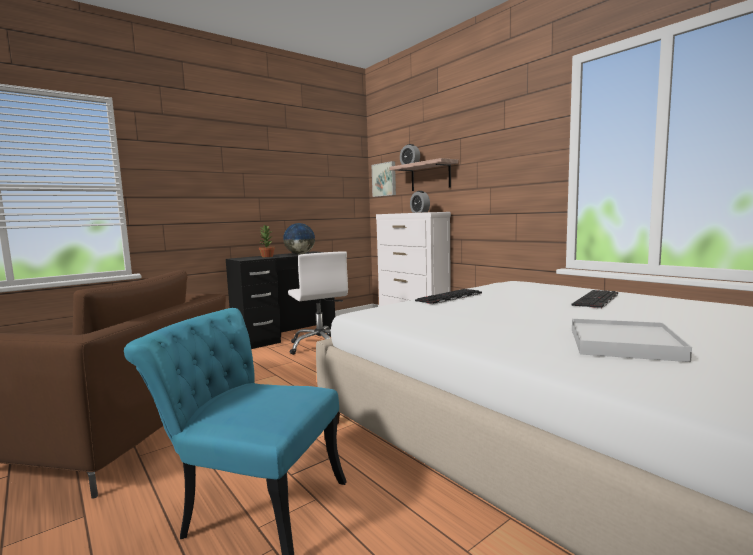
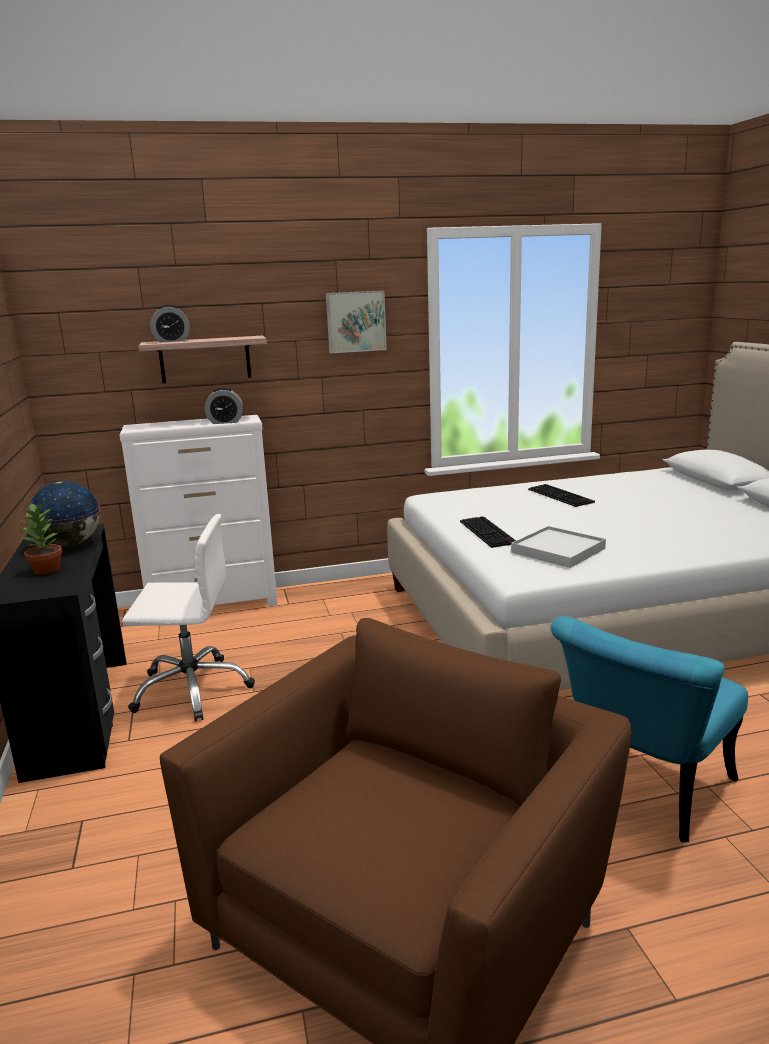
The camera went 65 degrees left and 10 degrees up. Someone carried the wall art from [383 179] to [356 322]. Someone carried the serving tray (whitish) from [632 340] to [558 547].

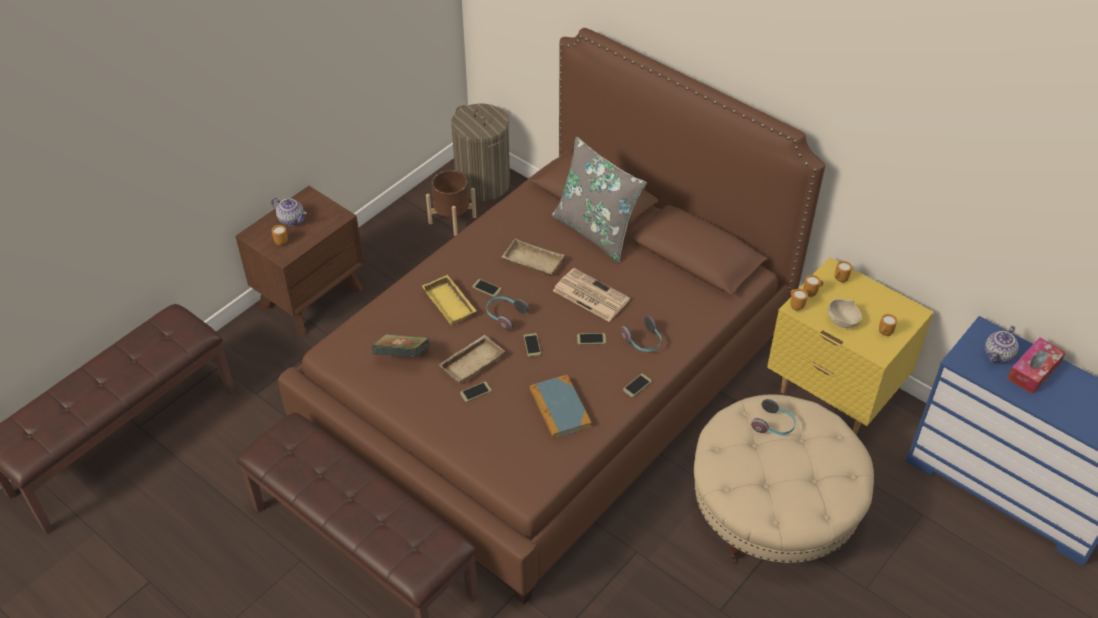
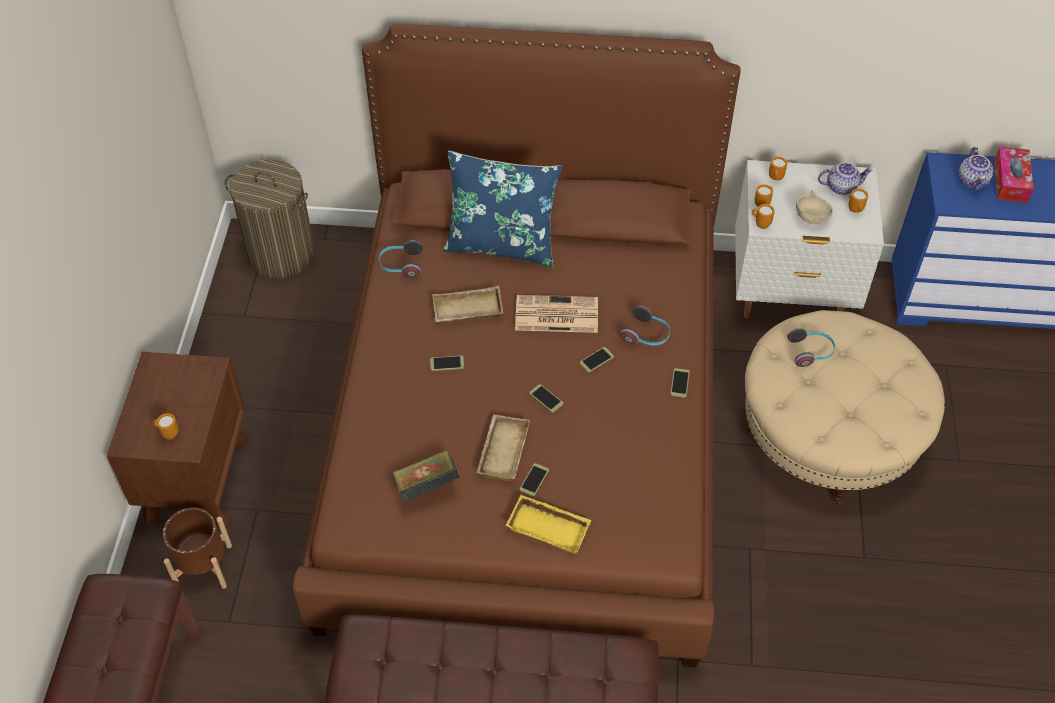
The camera went 35 degrees left and 5 degrees up. Someone carried the planter (brownish) from [451 203] to [197 548]. Someone carried the headphones from [508 313] to [401 259]. Someone repainted the cushion (grey) at [599 200], which became the cushion (bluish) at [503 209]. Someone carried the serving tray (yellow-coloured) from [449 300] to [548 524]. Someone repainted the nightstand (yellow-coloured) at [850 346], which became the nightstand (whitish) at [809 239]. Someone carried the tea pot from [289 212] to [845 178]. Someone took away the book at [561 407].

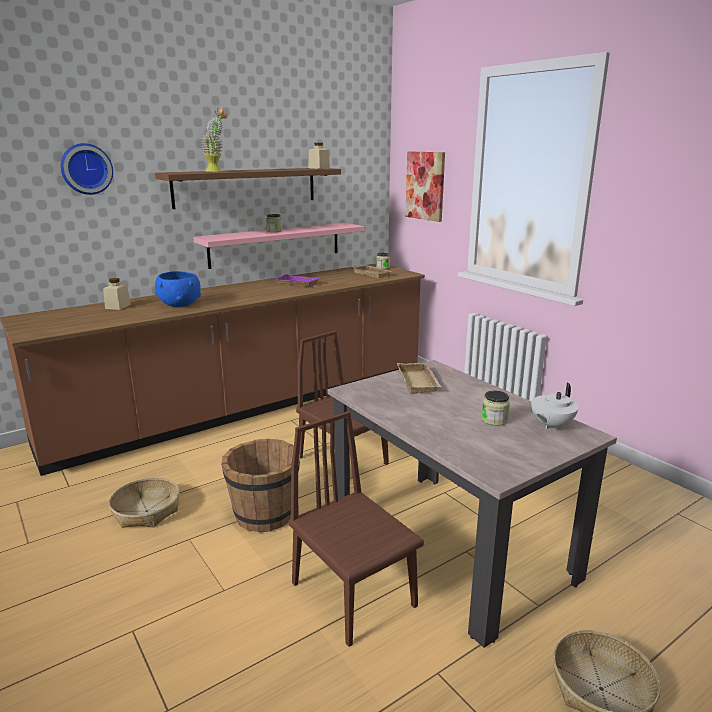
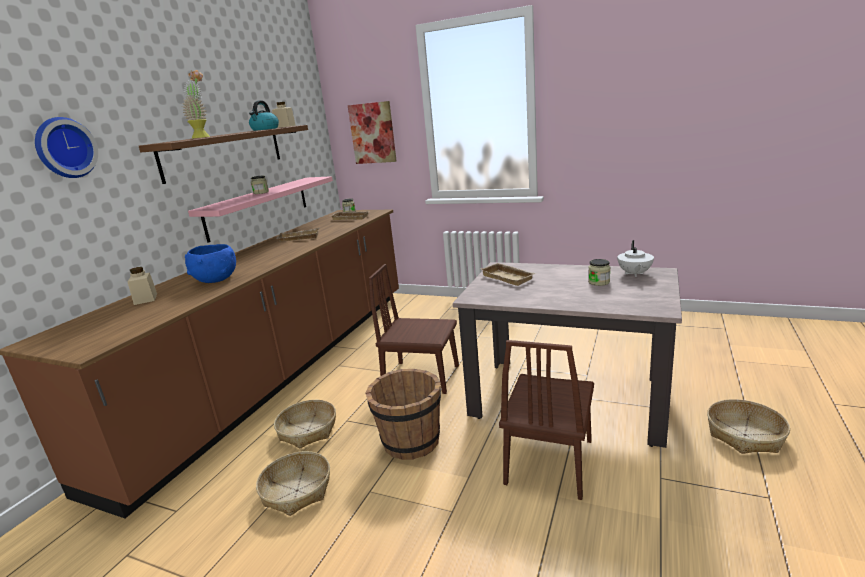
The camera went 30 degrees left and 0 degrees up. Someone put down the kettle at [264 115]. Someone put down the storage basket at [305 424]. Someone repainted the serving tray (purplish) at [298 280], which became the serving tray (beige) at [298 234]. Someone rotated the plain chair (brownish) at [356 529] by 90 degrees counterclockwise.

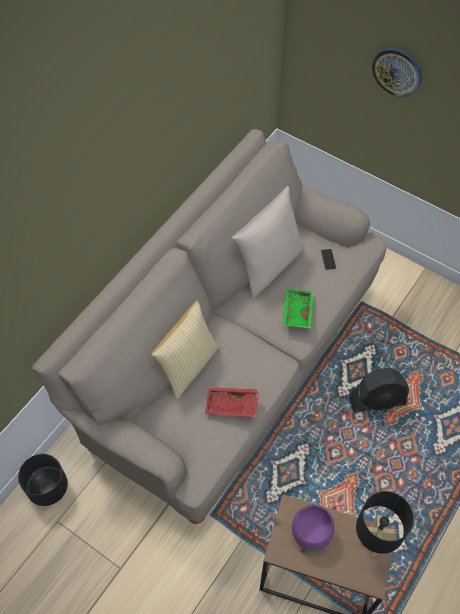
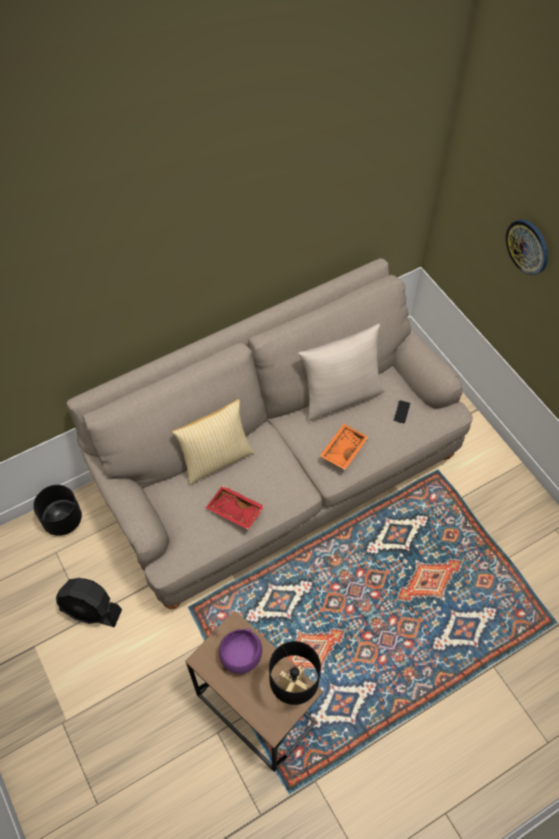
The camera went 25 degrees right and 0 degrees up. Someone carried the fan (blackish) from [379 390] to [89 602]. Someone repainted the serving tray (green) at [298 308], which became the serving tray (orange-coloured) at [344 447].

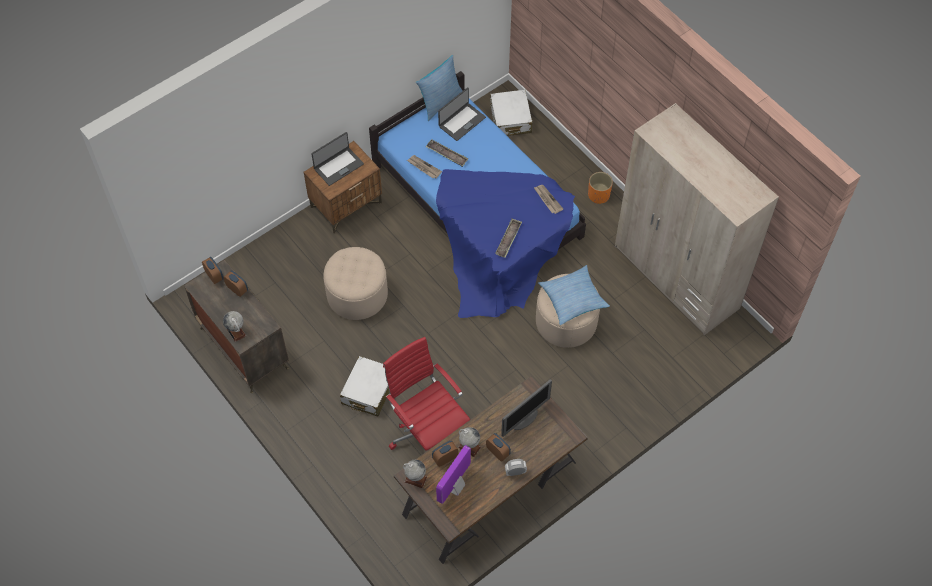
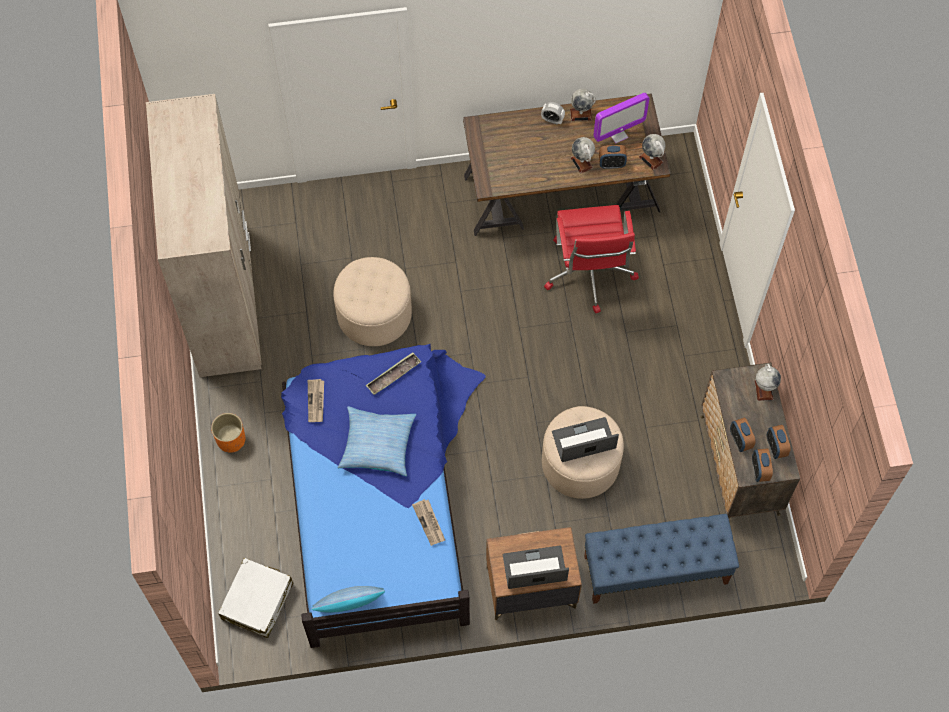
The camera went 150 degrees left and 5 degrees up. Someone carried the cushion from [574 295] to [377 441]. Someone carried the portable computer from [462 114] to [585 439]. Someone put down the desk globe at [583 105]. Someone put down the long seat (bluish) at [661 559]. Someone carried the bedside clock from [498 447] to [779 442]. Someone took away the travel case (whitish) at [364 386]. Someone took away the serving tray at [447 153]. Someone took away the computer display at [526 408].

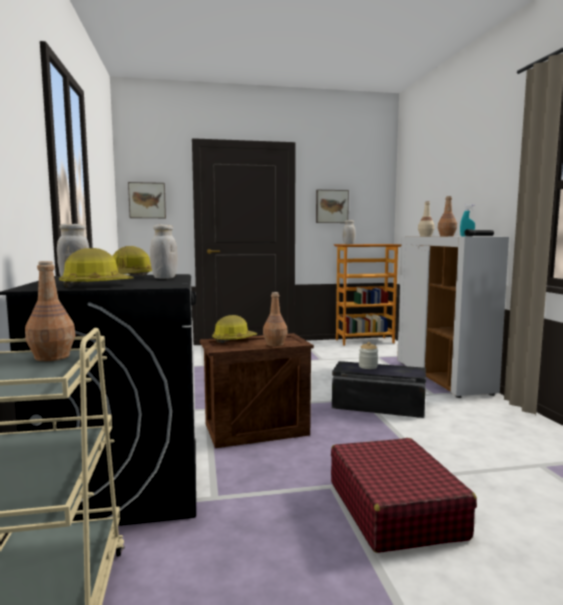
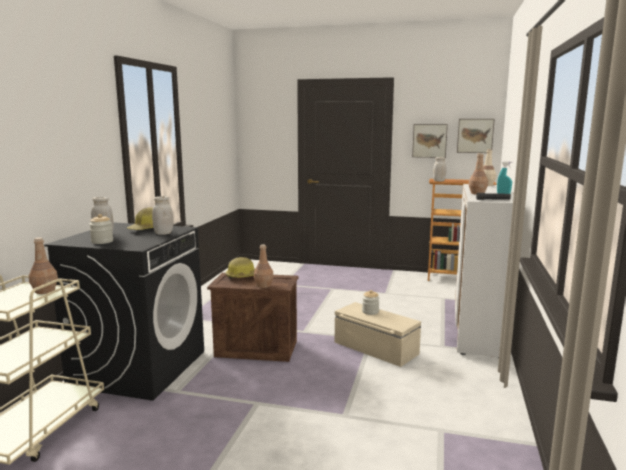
The camera went 25 degrees right and 5 degrees up. Someone swapped the safety helmet at [96 268] for the preserve jar at [101 229]. Someone repainted the storage box (blackish) at [379 389], which became the storage box (beige) at [378 334]. Someone carried the wall art from [147 200] to [476 136]. Someone took away the travel case (reddish) at [404 495].

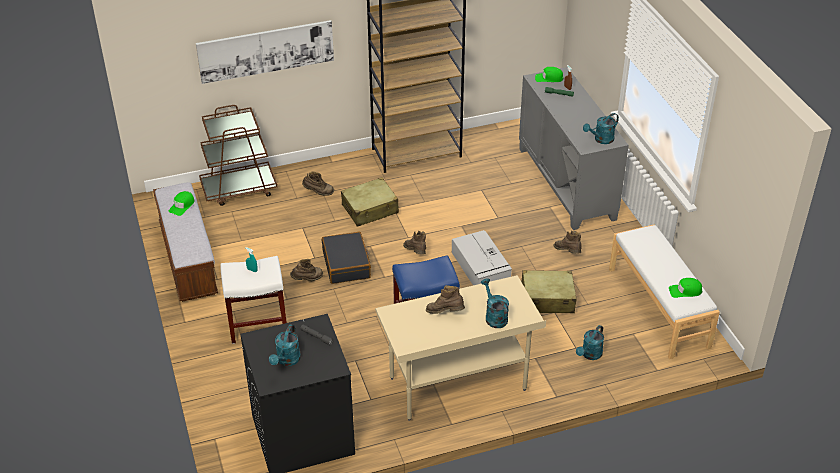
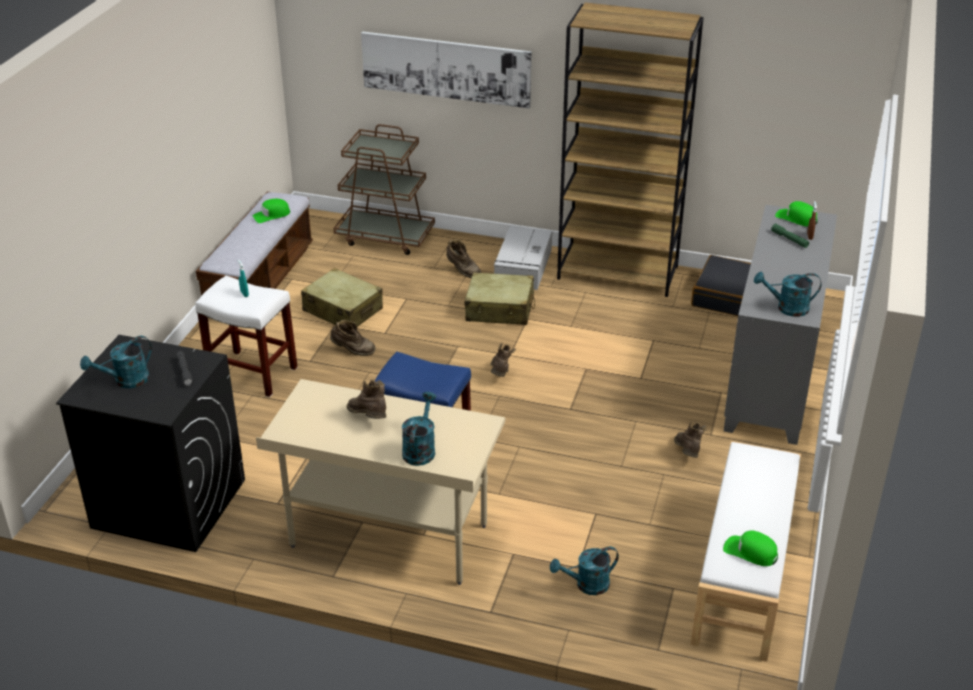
The camera went 35 degrees right and 5 degrees down. Someone carried the travel case (beige) from [549 291] to [342 297]. Someone carried the storage box (grey) from [482 257] to [523 258]. Someone carried the travel case (blackish) from [346 258] to [721 285].

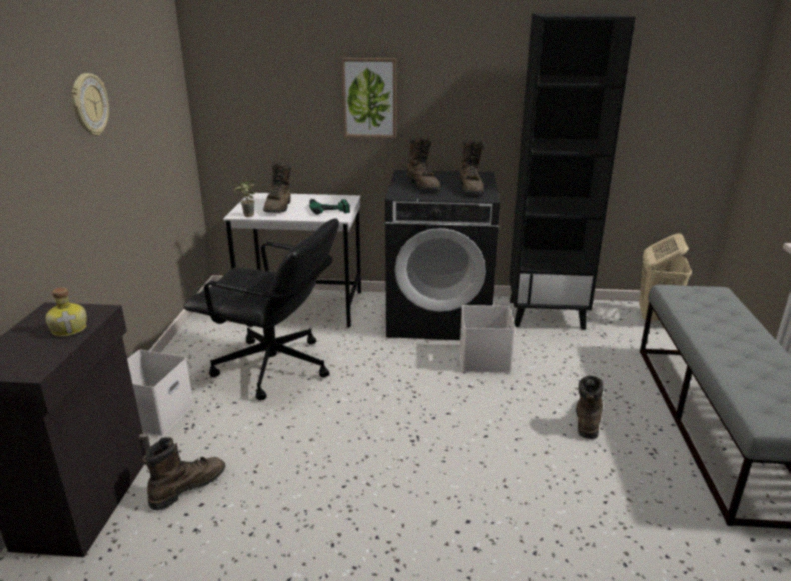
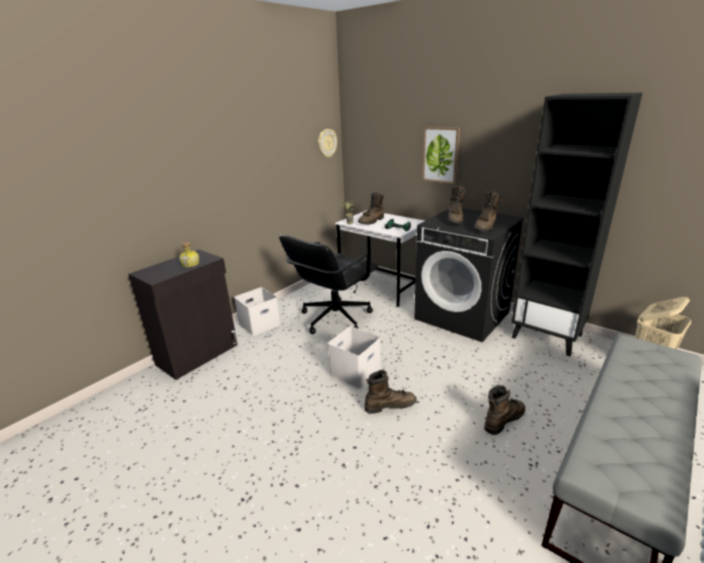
The camera went 35 degrees right and 0 degrees up. Someone rotated the desk chair (blackish) at [261 309] by 75 degrees clockwise. Someone carried the wall clock from [90 104] to [327 143]. Someone carried the storage box (whitish) from [487 339] to [354 357]. Someone carried the tall boot (brownish) from [183 473] to [391 392].

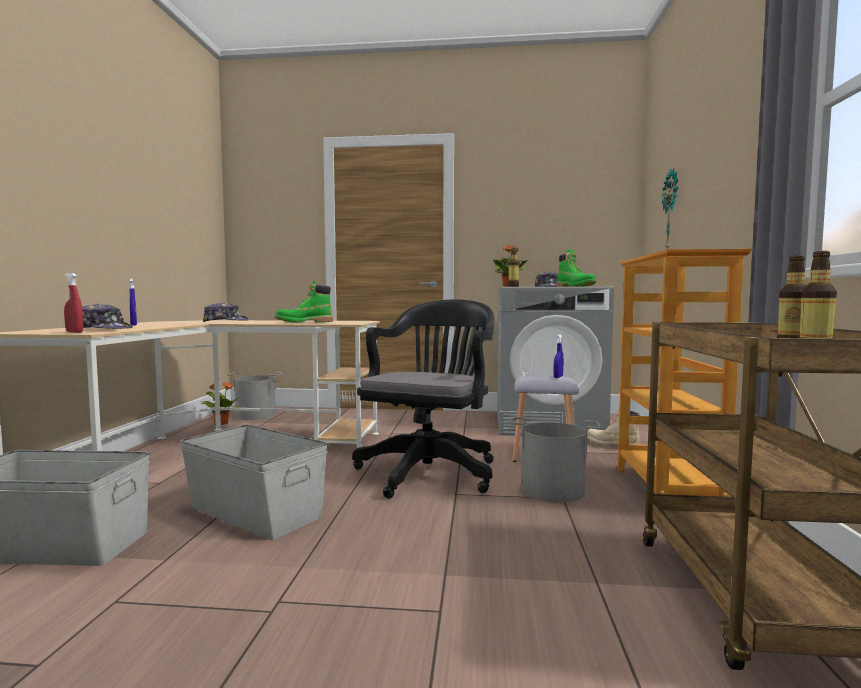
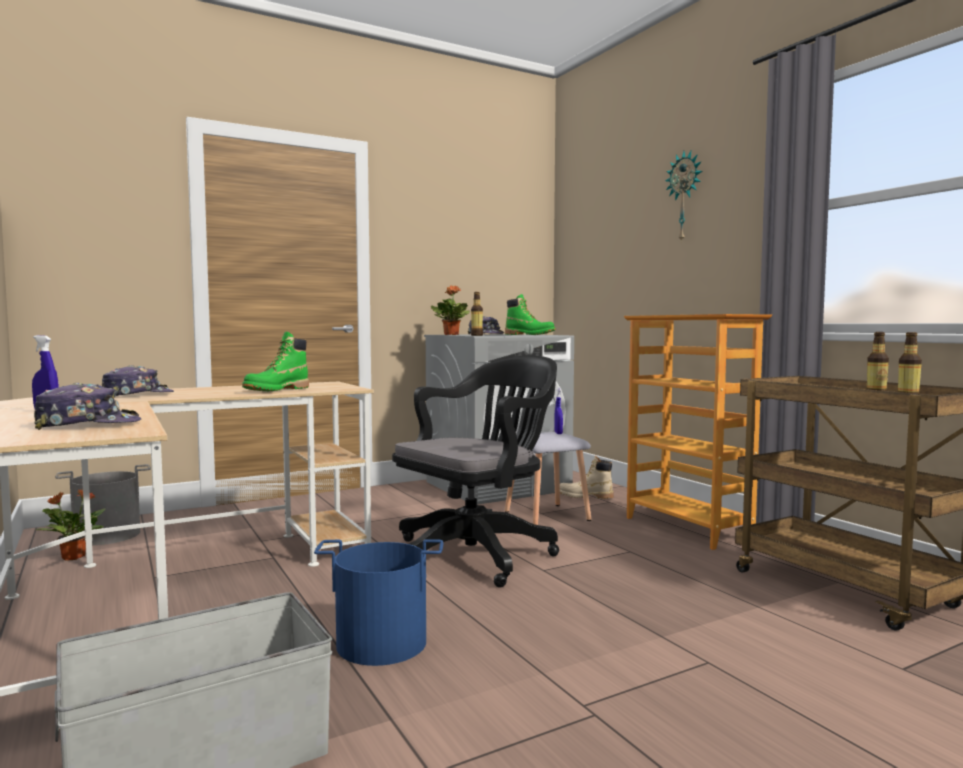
The camera went 35 degrees left and 0 degrees up. Someone swapped the storage box (grey) at [254 482] for the bucket (bluish) at [378 602]. Someone rotated the desk chair (blackish) at [423 399] by 60 degrees clockwise. Someone carried the wall clock from [670 209] to [684 197]. Someone took away the hand sprayer (reddish) at [73 303]. Someone took away the bucket (grey) at [555 460].

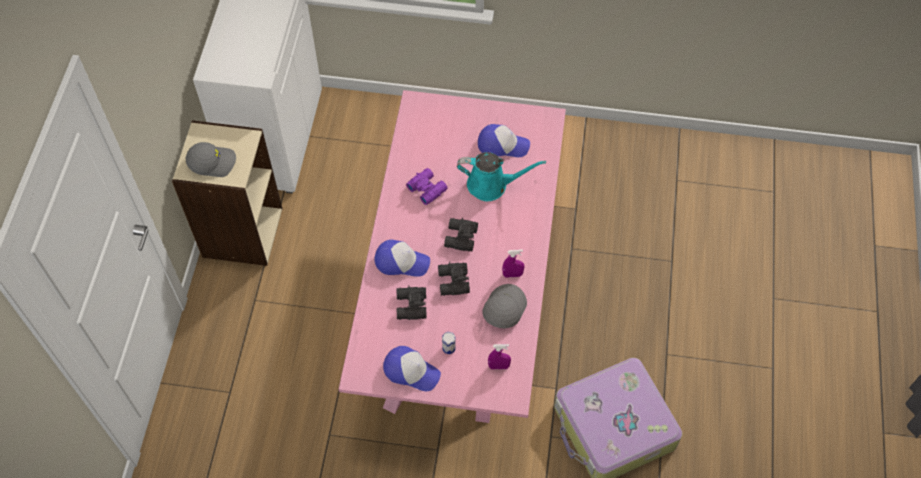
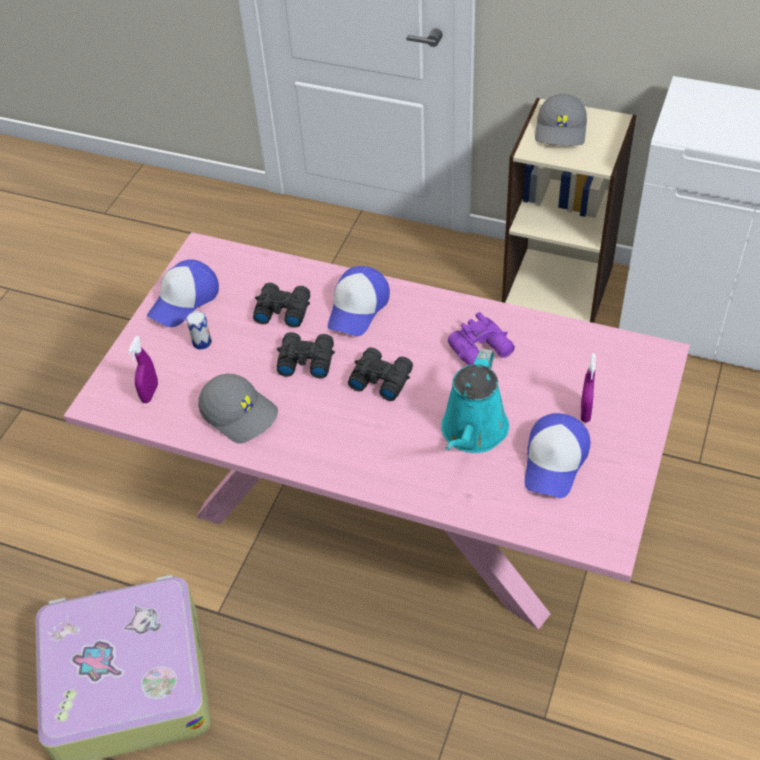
The camera went 105 degrees right and 10 degrees down. Someone carried the hand sprayer (purplish) from [513 264] to [588 387].

